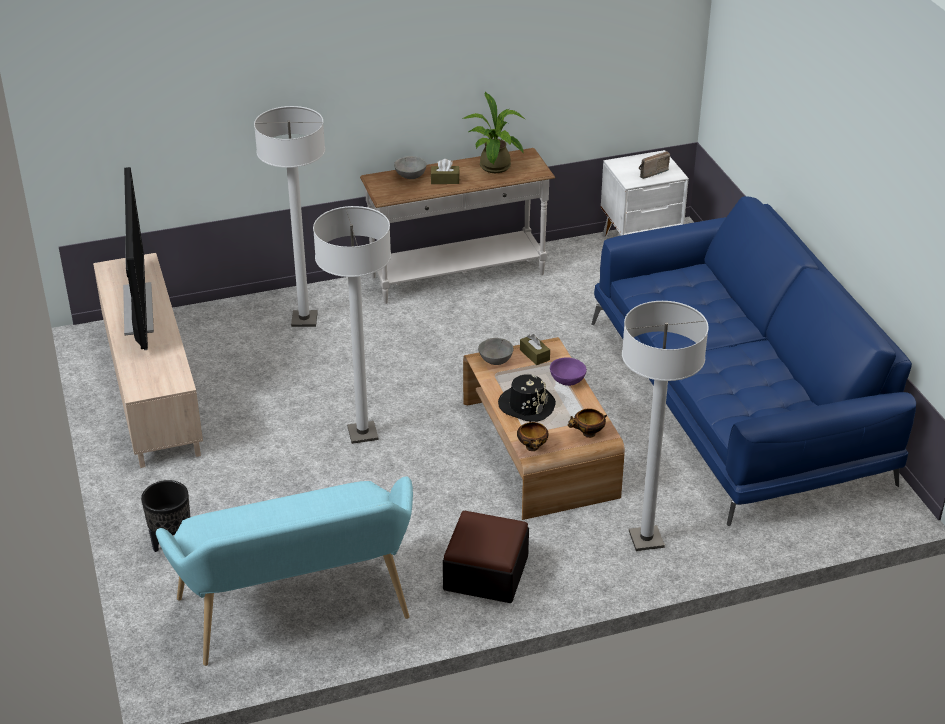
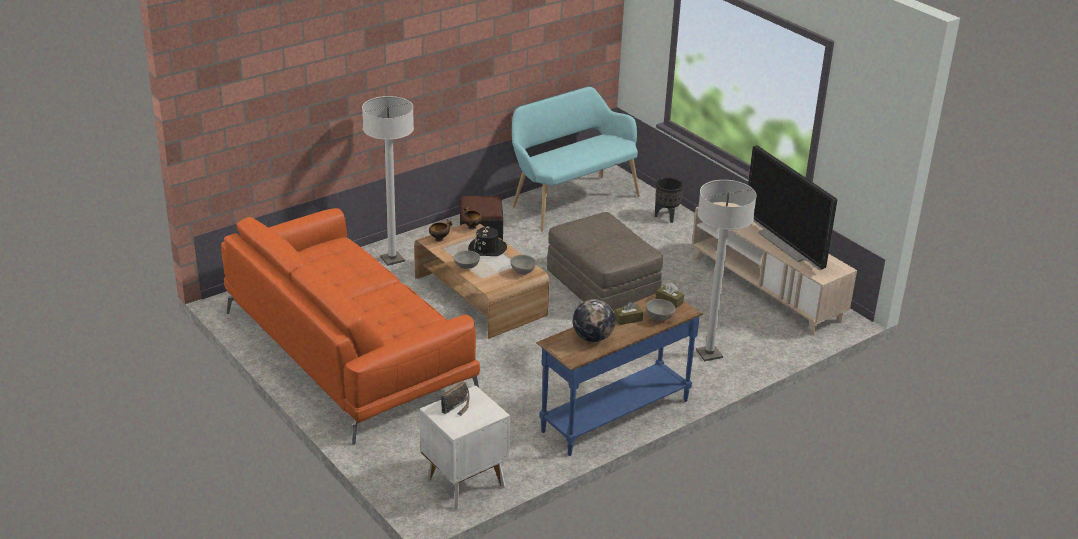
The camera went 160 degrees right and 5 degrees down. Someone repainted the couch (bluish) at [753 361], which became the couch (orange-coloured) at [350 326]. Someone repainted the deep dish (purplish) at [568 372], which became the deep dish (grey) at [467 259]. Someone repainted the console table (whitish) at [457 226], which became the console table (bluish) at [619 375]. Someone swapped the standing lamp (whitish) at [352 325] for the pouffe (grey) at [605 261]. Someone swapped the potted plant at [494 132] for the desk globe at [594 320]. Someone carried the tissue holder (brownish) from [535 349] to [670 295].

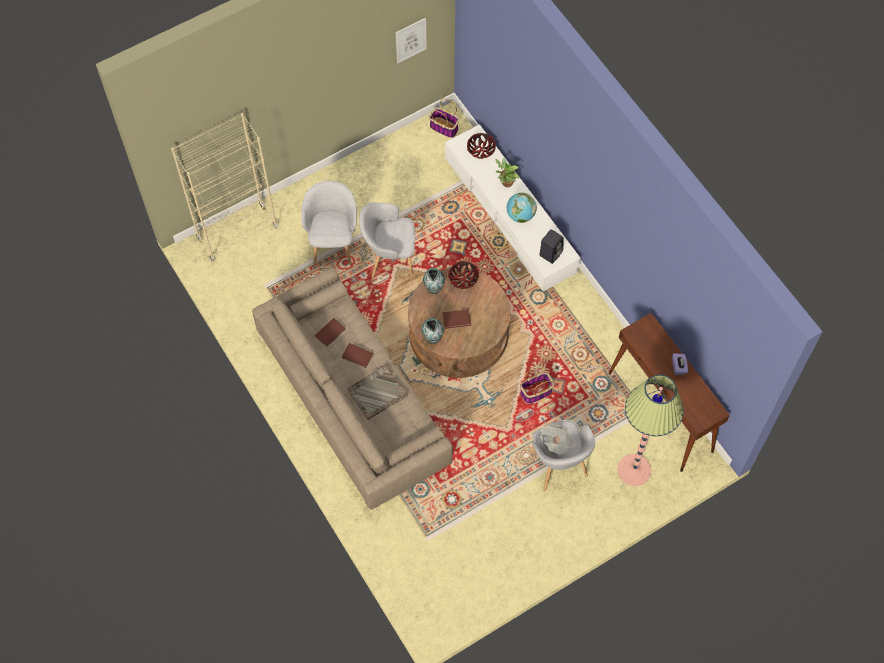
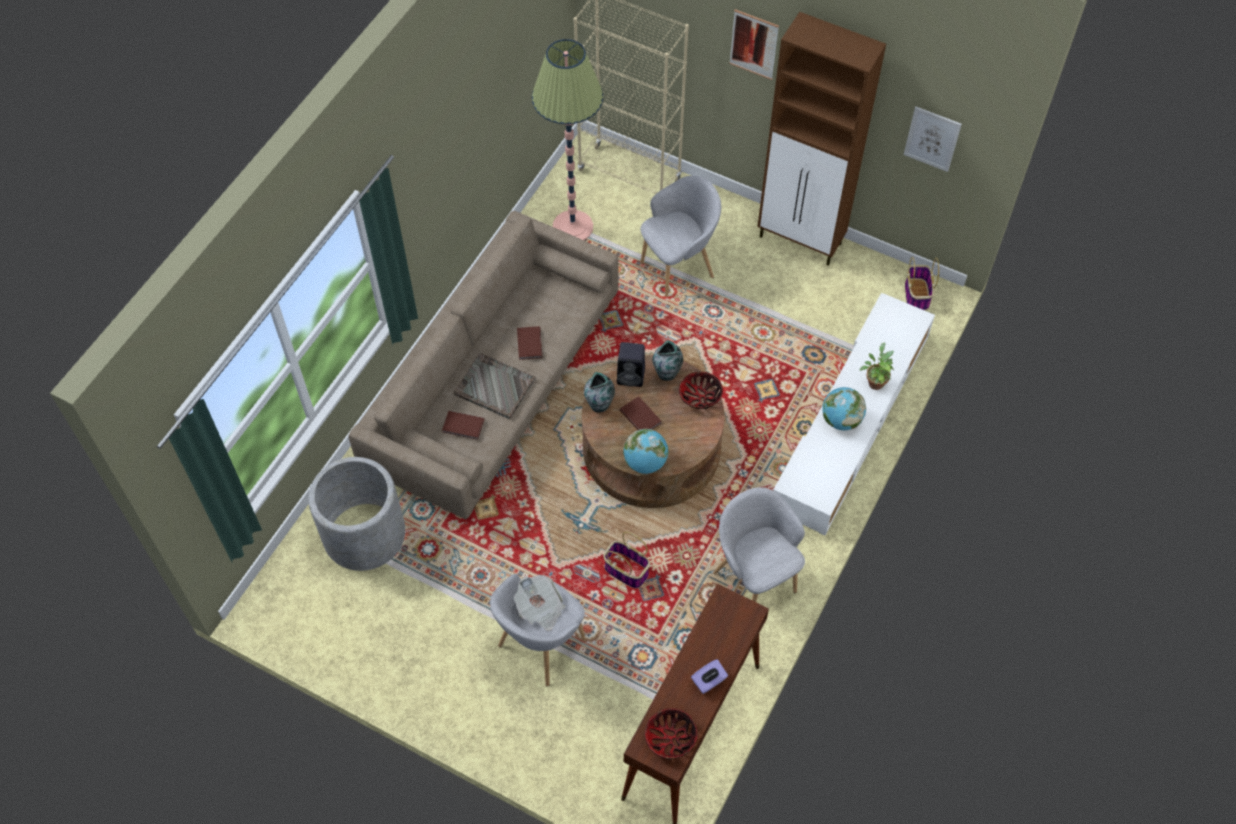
The camera went 60 degrees right and 5 degrees down. Someone put down the planter (grey) at [356 514]. Someone carried the book (brownish) from [330 332] to [463 425]. Someone carried the standing lamp from [650 430] to [567 139]. Someone carried the audio speaker (blackish) from [551 246] to [631 364]. Someone put down the desk globe at [645 451]. Someone carried the deep dish from [481 146] to [671 733]. Someone carried the easy chair (grey) from [387 240] to [759 545]. Someone put up the wall art at [754 44]. Someone put down the storage cabinet (brownish) at [821 139].

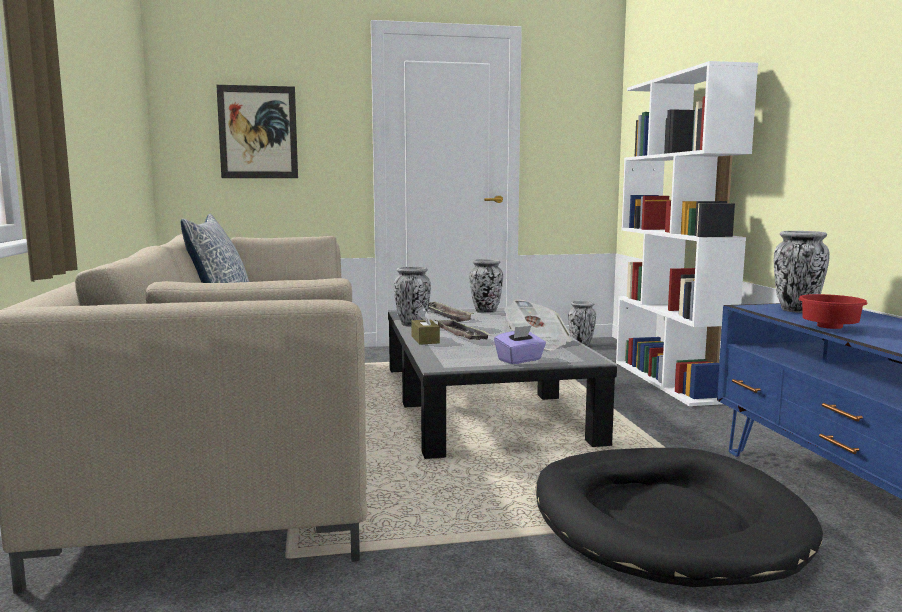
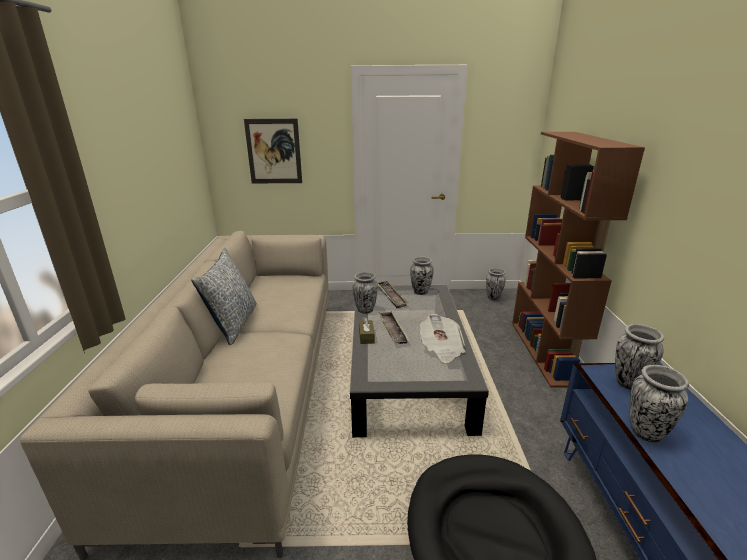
The camera went 10 degrees right and 15 degrees up. Someone repainted the bookcase (whitish) at [687 233], which became the bookcase (brownish) at [578 260]. Someone swapped the deep dish (reddish) at [833 311] for the vase at [659 404]. Someone took away the tissue holder (purplish) at [520 344].

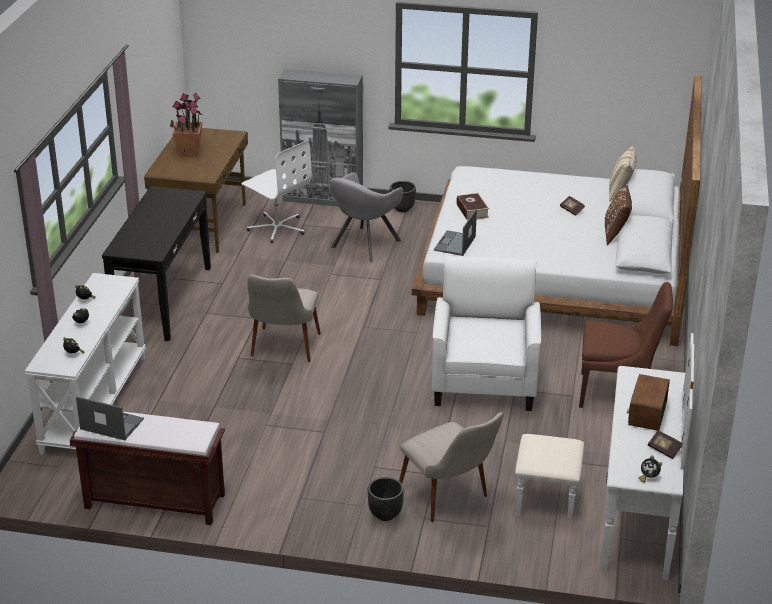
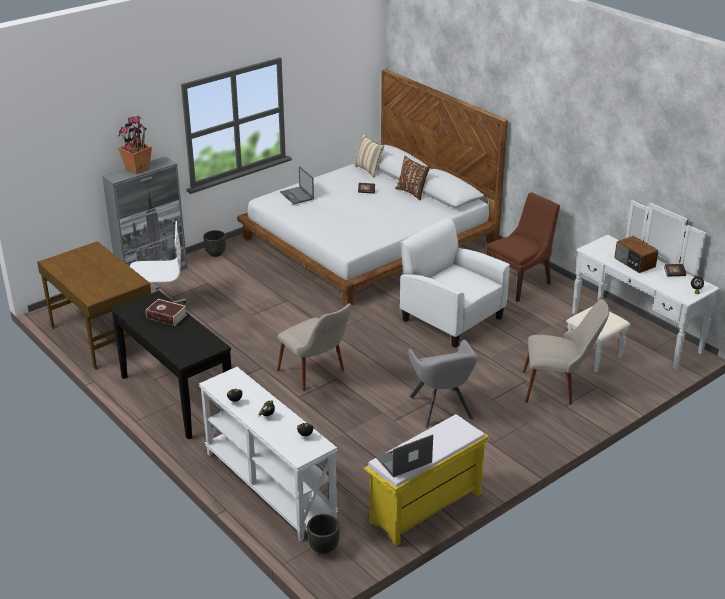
The camera went 50 degrees left and 0 degrees up. Someone carried the potted plant from [186 125] to [135 145]. Someone carried the book from [473 207] to [166 312]. Someone carried the portable computer from [455 232] to [297 185]. Someone carried the planter (blackish) from [386 499] to [323 534]. Someone repainted the long seat (brownish) at [147 468], which became the long seat (yellow-coloured) at [426 480]. Someone carried the easy chair (grey) from [366 217] to [443 384].

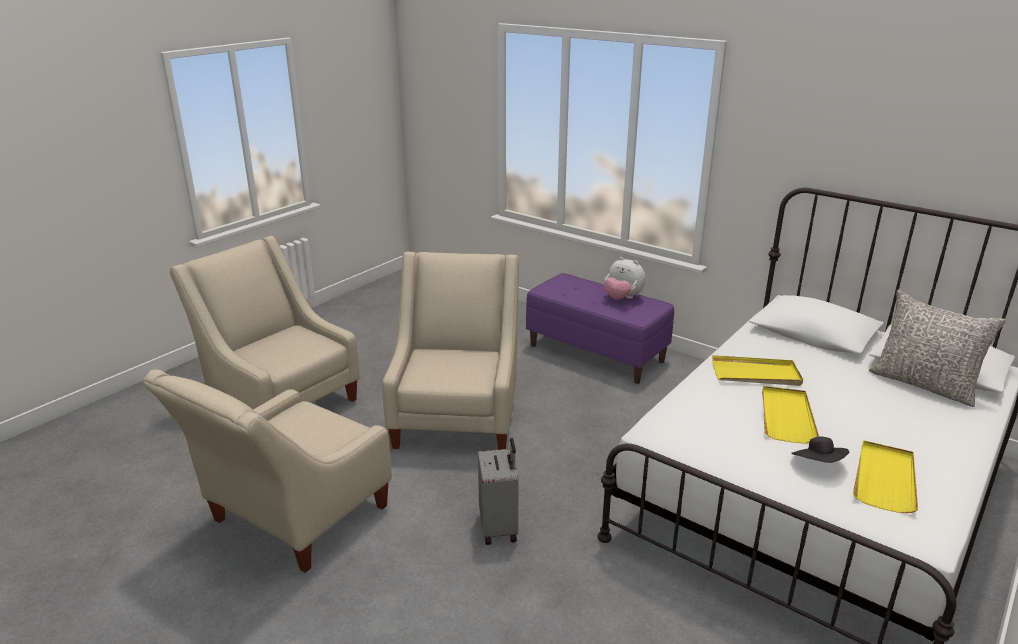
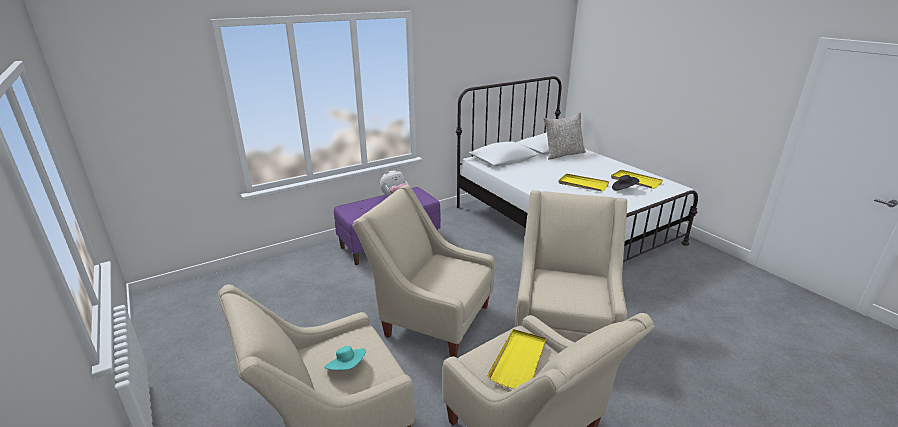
The camera went 70 degrees left and 0 degrees up. Someone put down the clothing hat (turquoise-coloured) at [345 358]. Someone carried the serving tray (yellow-coloured) from [757 370] to [516 359]. Someone swapped the travel case (grey) at [498 491] for the easy chair (beige) at [571 266].

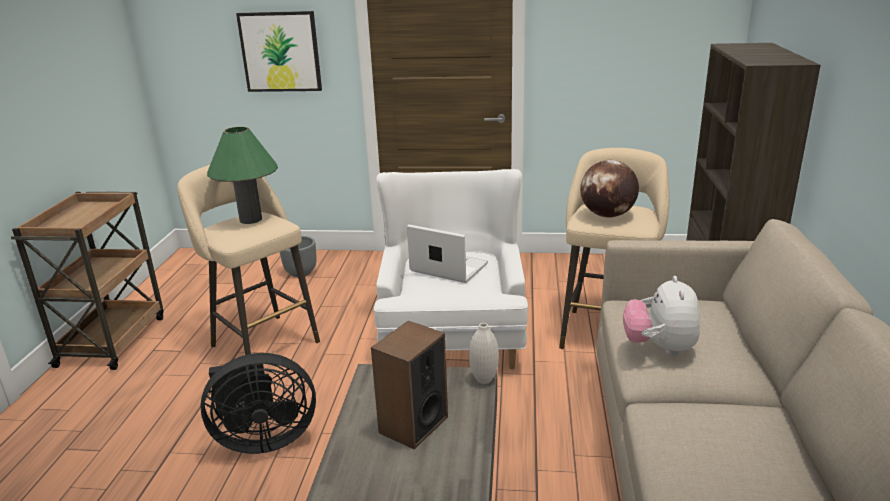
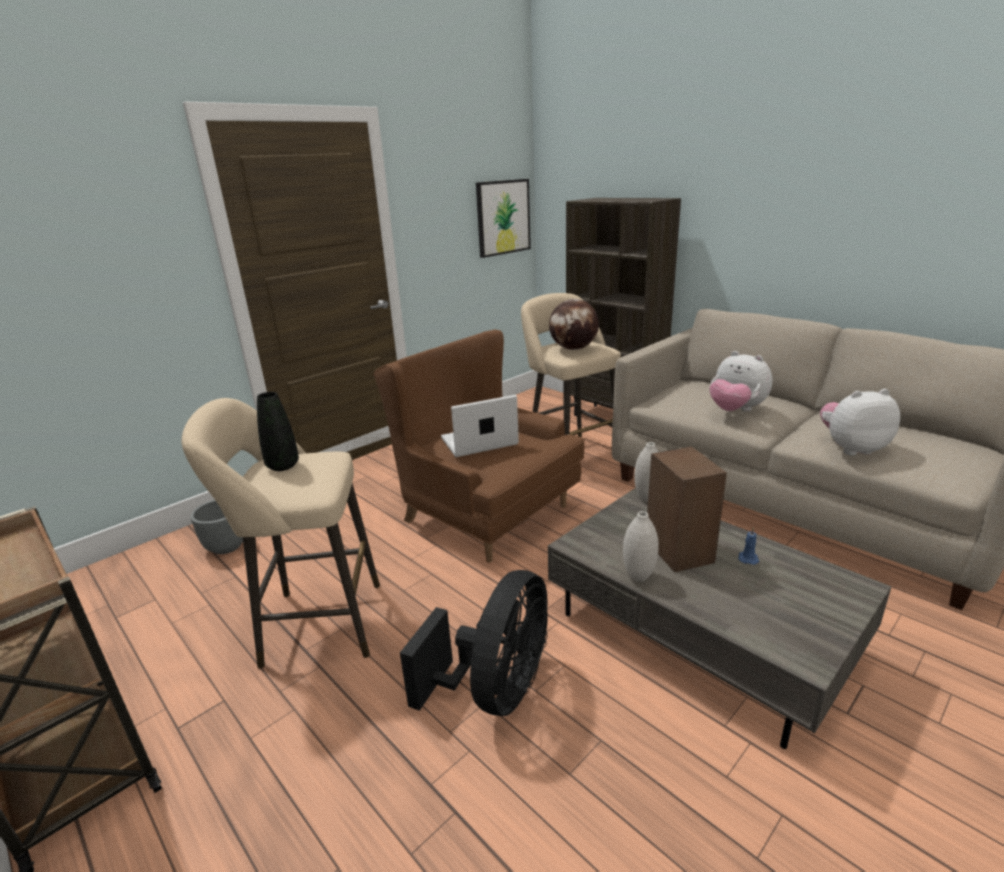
The camera went 50 degrees left and 0 degrees up. Someone swapped the lamp for a table (green) at [242 175] for the vase (blackish) at [278 431]. Someone repainted the easy chair (whitish) at [451 269], which became the easy chair (brownish) at [479 446]. Someone carried the wall art from [279 51] to [503 218]. Someone put down the vase (whitish) at [640 546]. Someone put down the wax light (bluish) at [748 546]. Someone put down the cuddly toy at [860 422].

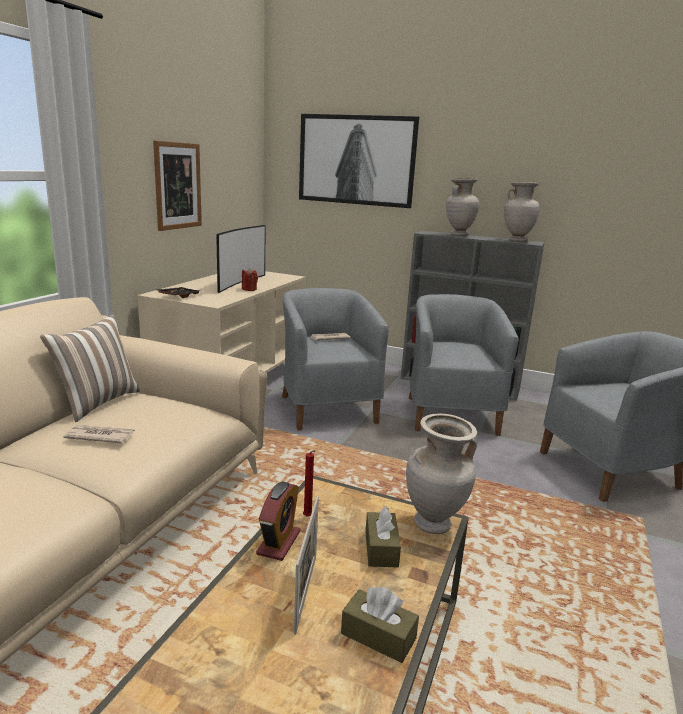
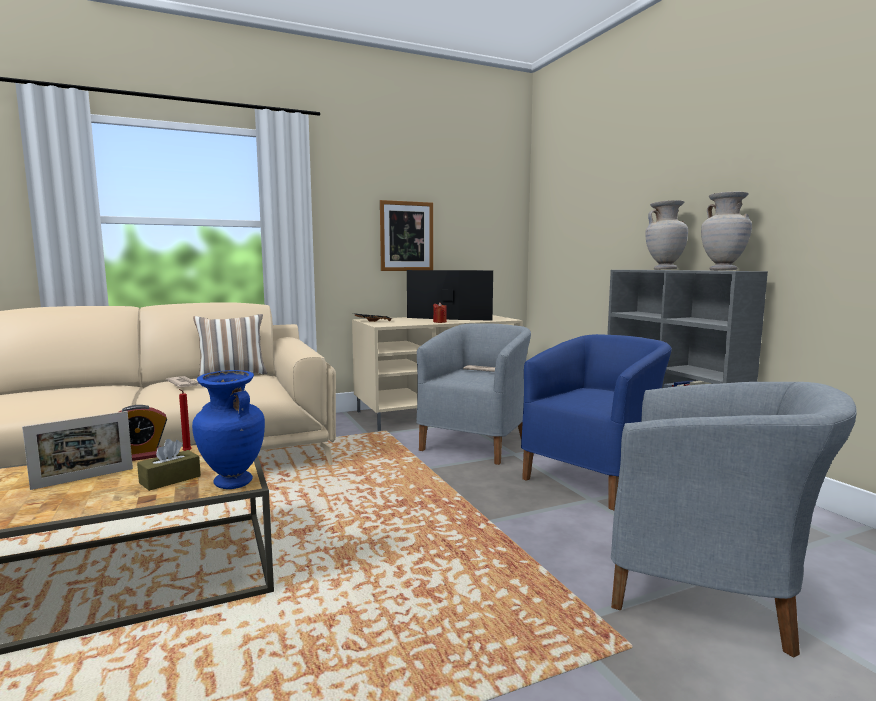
The camera went 45 degrees right and 10 degrees down. Someone repainted the vase (beige) at [441 473], which became the vase (bluish) at [228 429]. Someone rotated the television at [241 259] by 135 degrees counterclockwise. Someone repainted the easy chair (grey) at [464 365], which became the easy chair (bluish) at [596 422]. Someone took away the wall art at [359 161]. Someone took away the tissue holder (brownish) at [380 625].

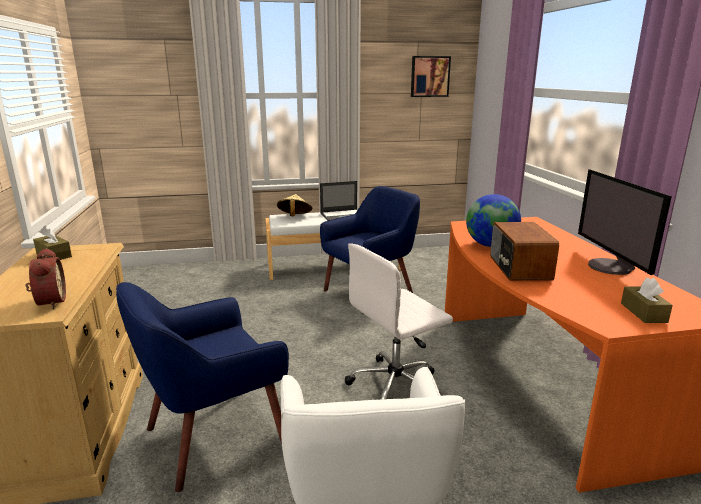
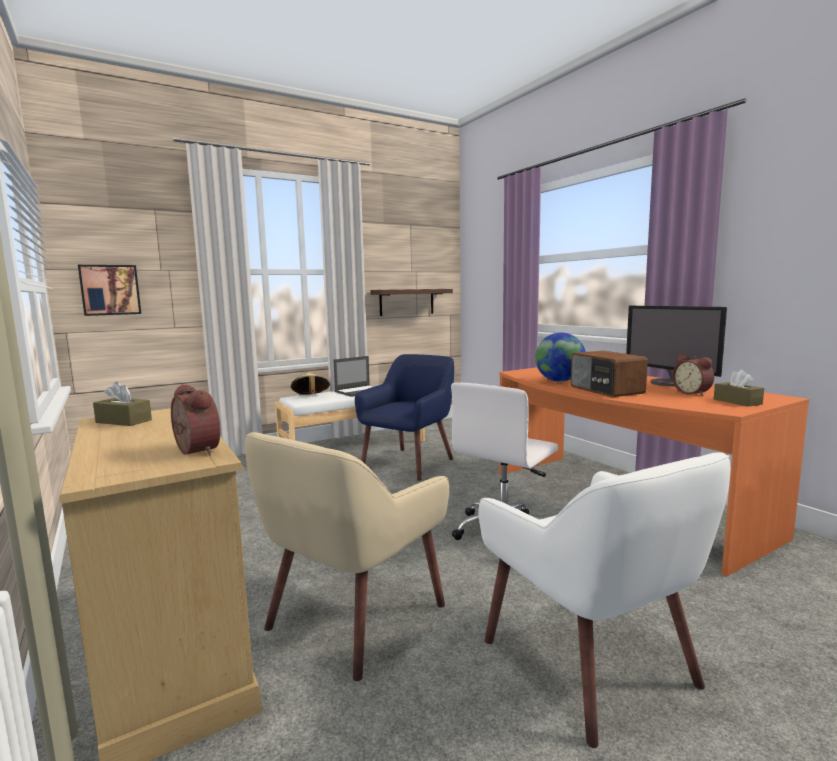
The camera went 20 degrees left and 10 degrees down. Someone carried the wall art from [431 76] to [109 290]. Someone repainted the easy chair (bluish) at [202 387], which became the easy chair (beige) at [347 556]. Someone put up the shelf at [412 302]. Someone put down the bedside clock at [693 375].

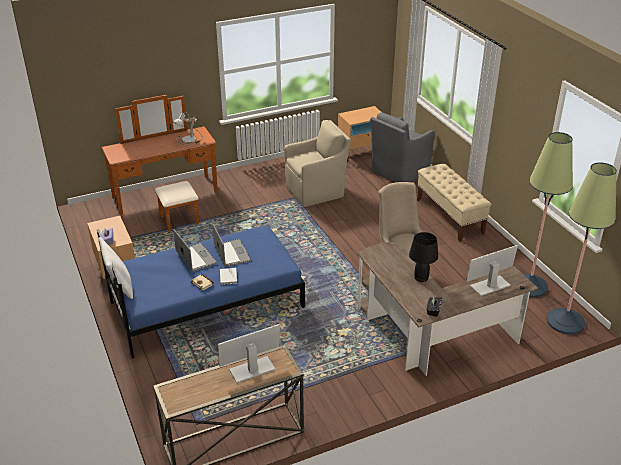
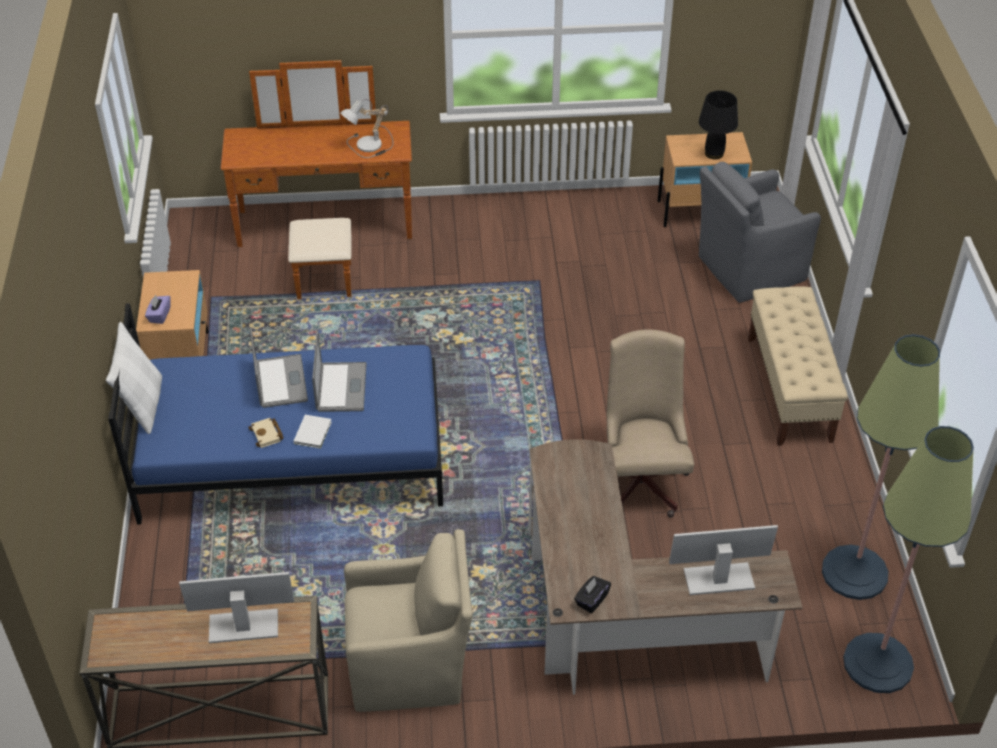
The camera went 20 degrees right and 10 degrees up. Someone carried the easy chair (beige) from [317 163] to [408 620]. Someone carried the lamp for a table (blackish) from [423 257] to [718 124].

